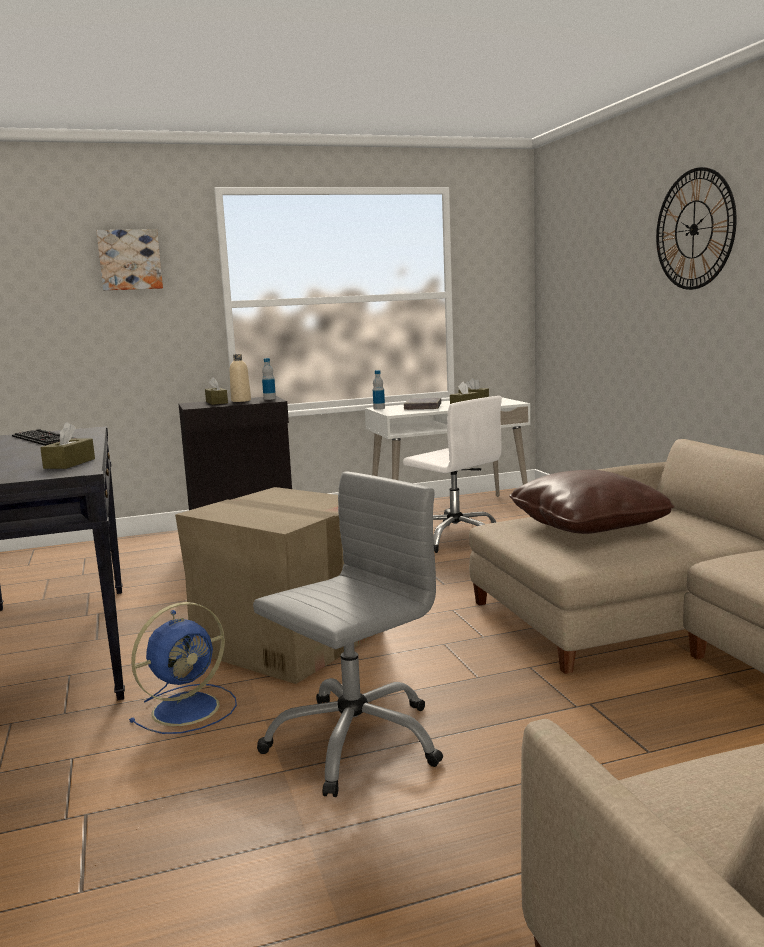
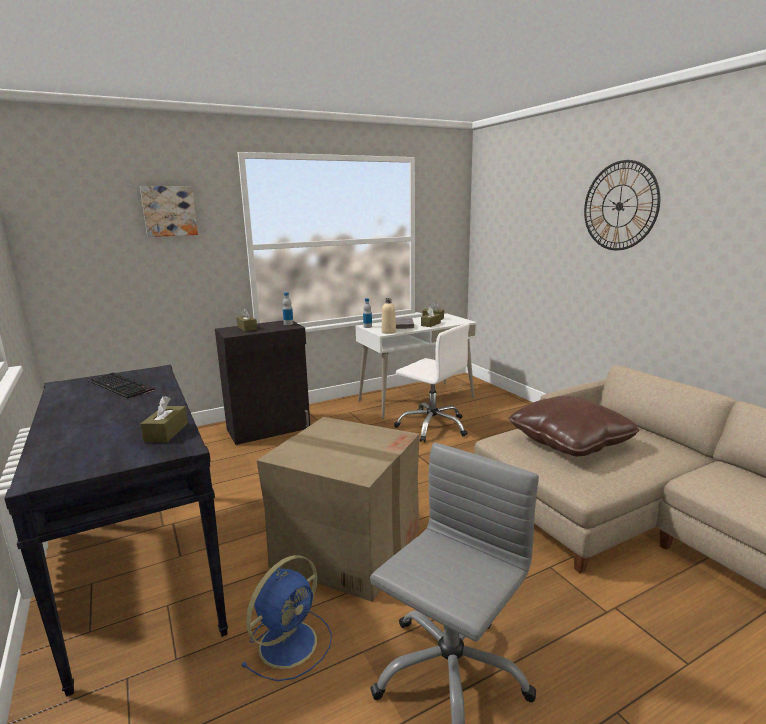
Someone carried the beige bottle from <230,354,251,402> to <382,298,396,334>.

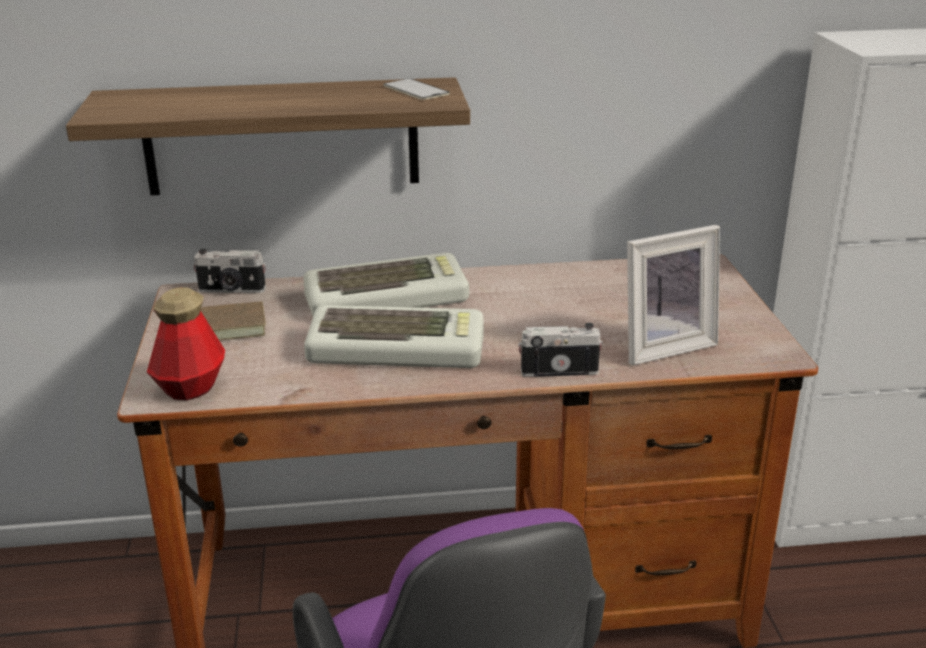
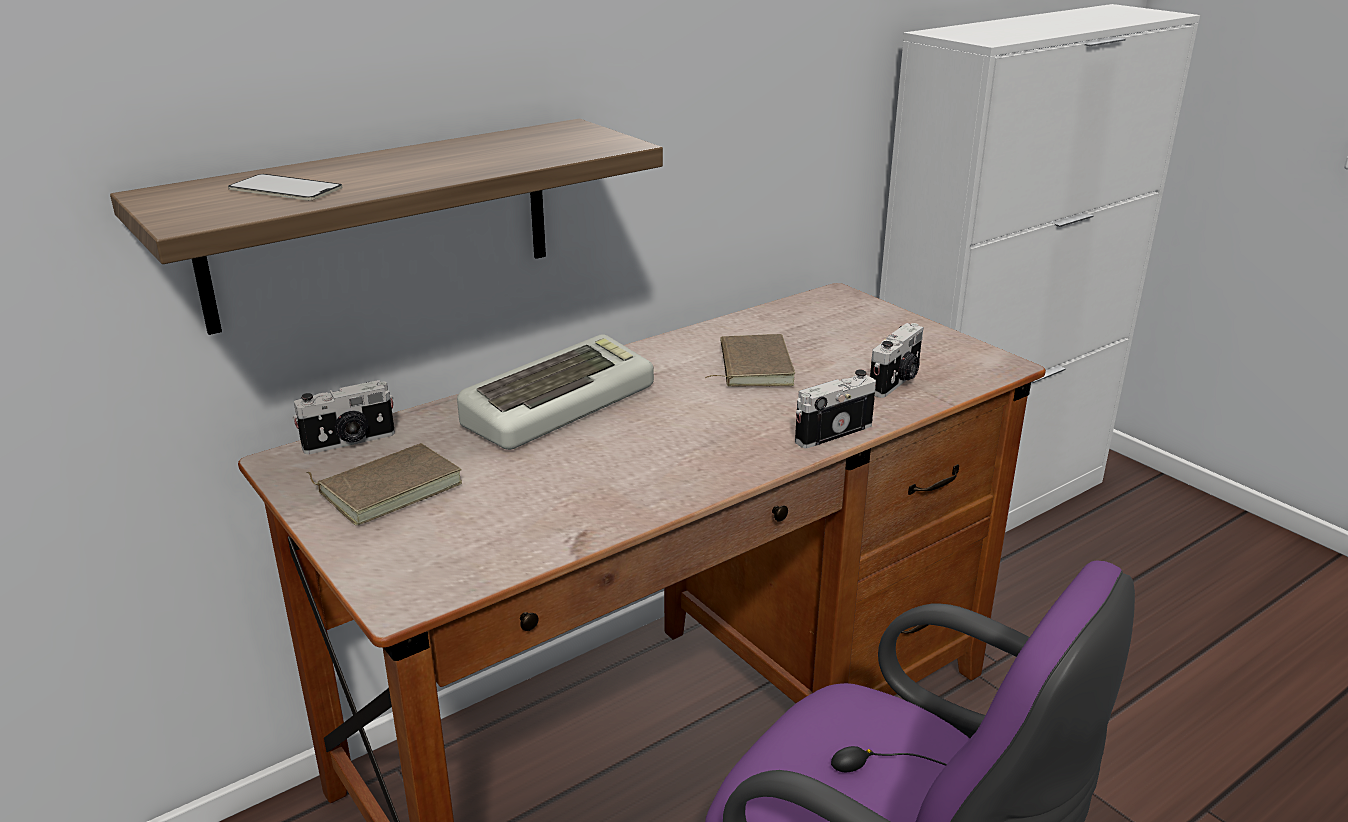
Someone took away the bottle at <147,287,225,401>. Someone took away the keyboard at <304,305,484,368>. Someone carried the phone from <383,79,450,100> to <228,174,342,201>. Someone swapped the picture frame at <627,225,720,365> for the photo camera at <870,323,924,398>. Someone put down the brown book at <705,334,795,387>.

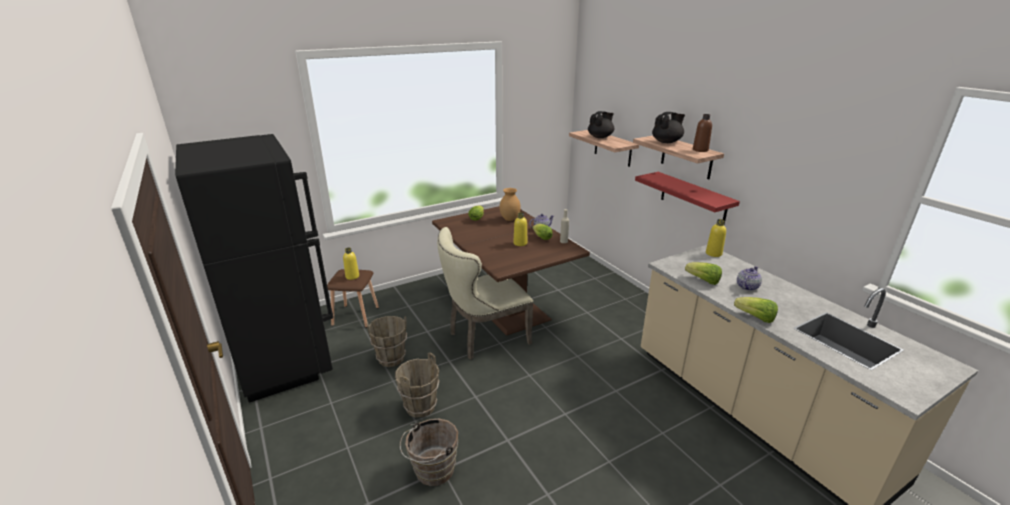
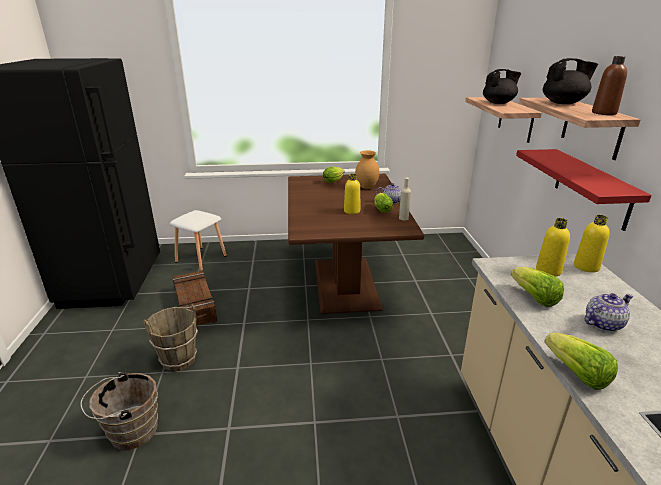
Someone repainted the brown stool at <327,269,379,328>, which became the white stool at <170,210,227,271>. Someone carried the yellow bottle from <343,248,359,280> to <536,218,570,277>. Someone swapped the brown bucket at <367,316,407,367> for the crate at <173,270,218,326>. Someone took away the beige chair at <437,227,533,359>.

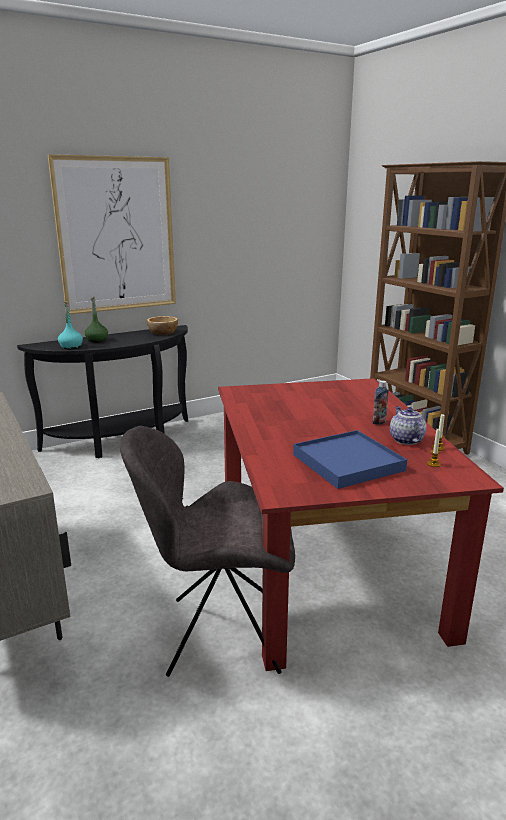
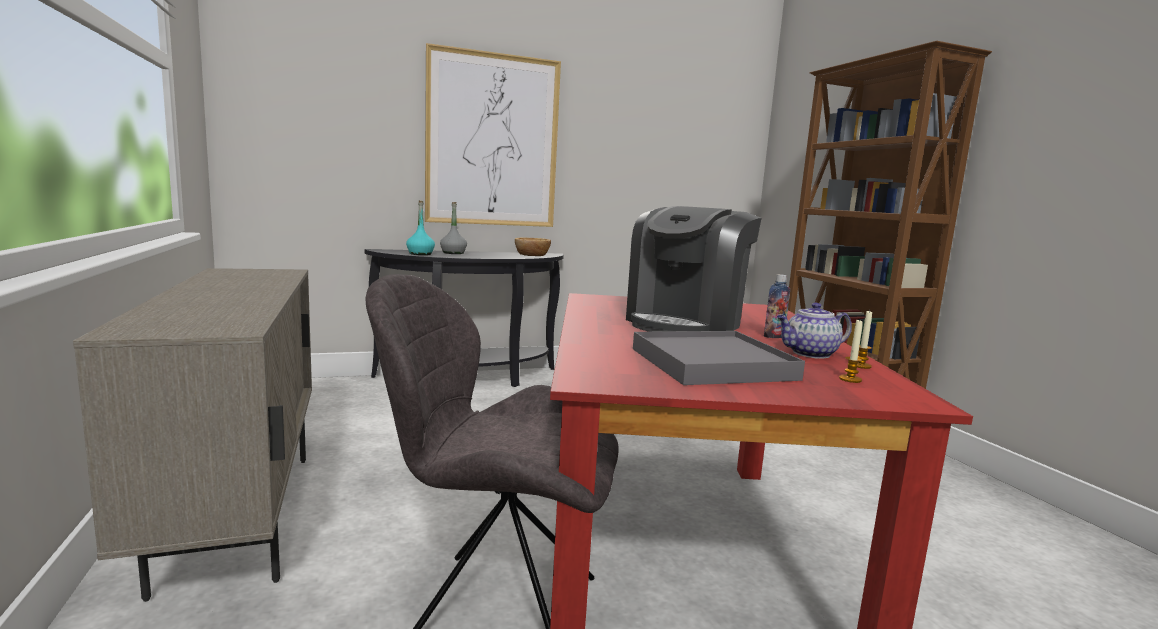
Someone repainted the green bottle at <84,297,108,343>, which became the grey bottle at <440,202,467,254>. Someone repainted the blue tray at <293,430,407,489>, which became the grey tray at <633,331,805,385>. Someone rotated the teapot at <390,406,427,445> by 105 degrees counterclockwise. Someone put down the coffee machine at <626,206,762,332>.

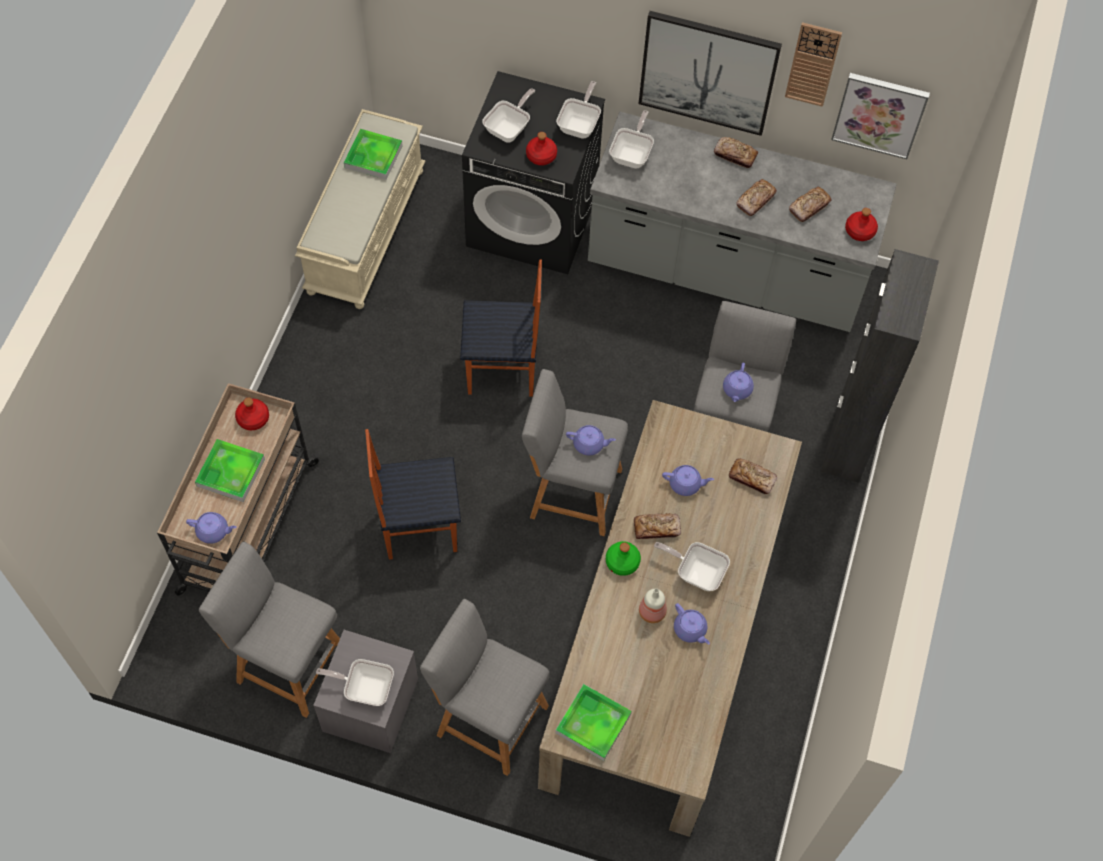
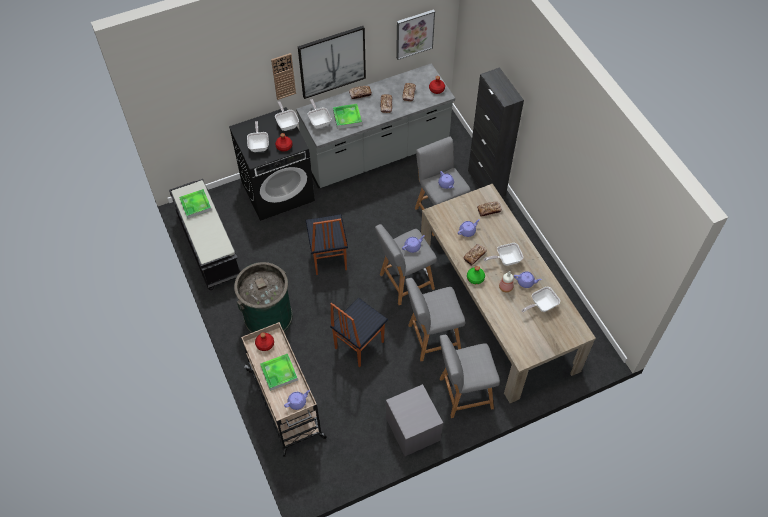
Someone carried the grey stool from <199,541,340,718> to <405,278,465,361>. Someone repainted the beige bench at <295,109,425,309>, which became the black bench at <169,179,241,290>. Someone carried the frying pan from <316,659,394,706> to <522,287,560,312>. Someone rotated the chair at <460,260,542,397> by 120 degrees clockwise. Someone carried the tray from <555,684,632,761> to <333,104,362,129>. Someone carried the wall clock from <785,22,842,107> to <271,53,296,100>. Someone put down the green trash can at <234,262,293,333>.

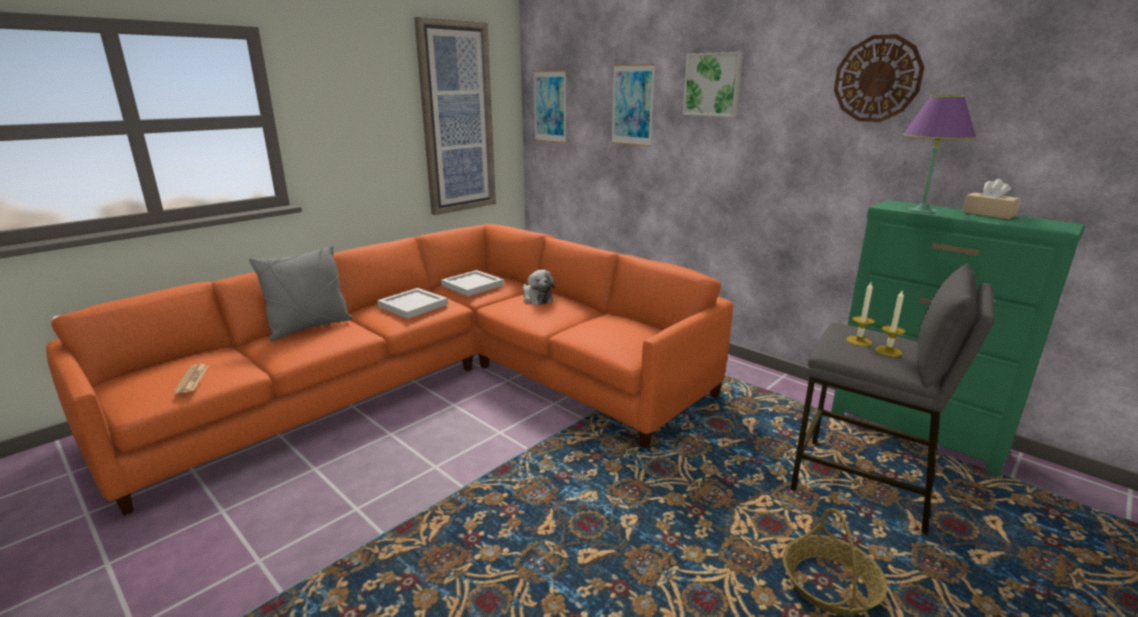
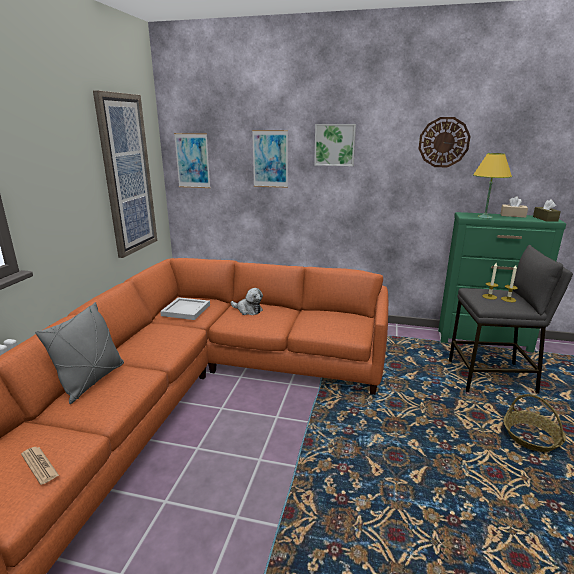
Someone took away the white tray at <377,288,448,319>. Someone repainted the purple table lamp at <903,95,977,213>, which became the yellow table lamp at <473,153,512,219>. Someone put down the brown tissue box at <533,199,561,222>.

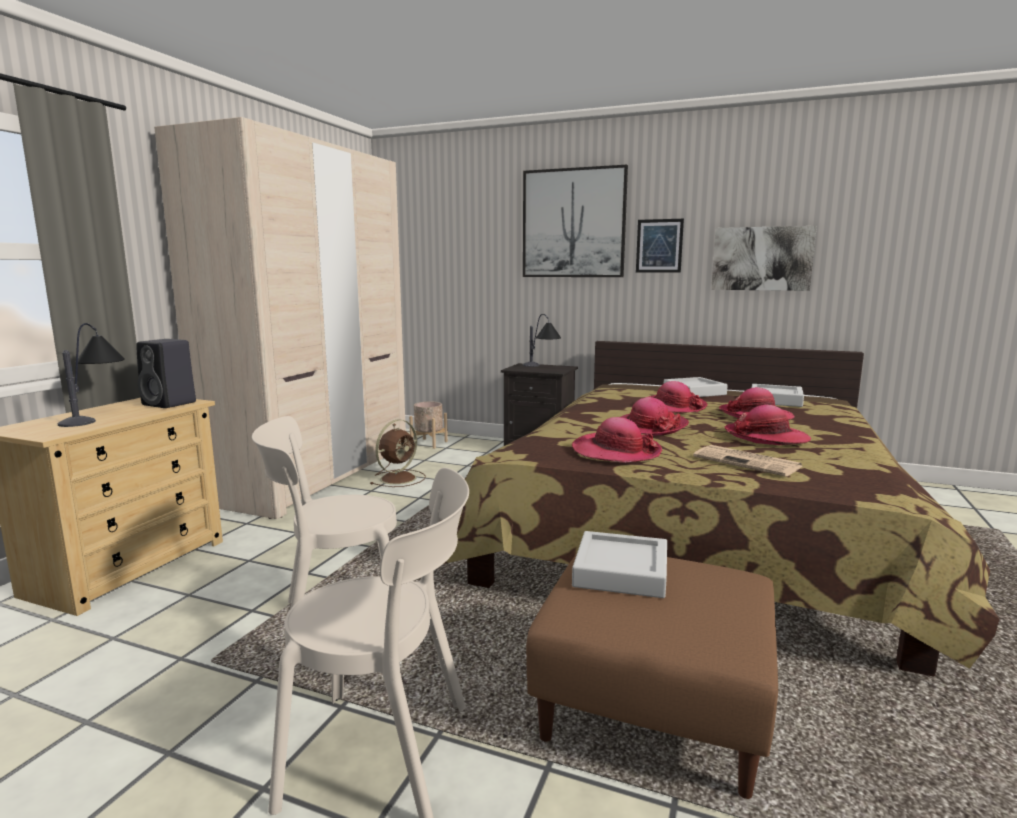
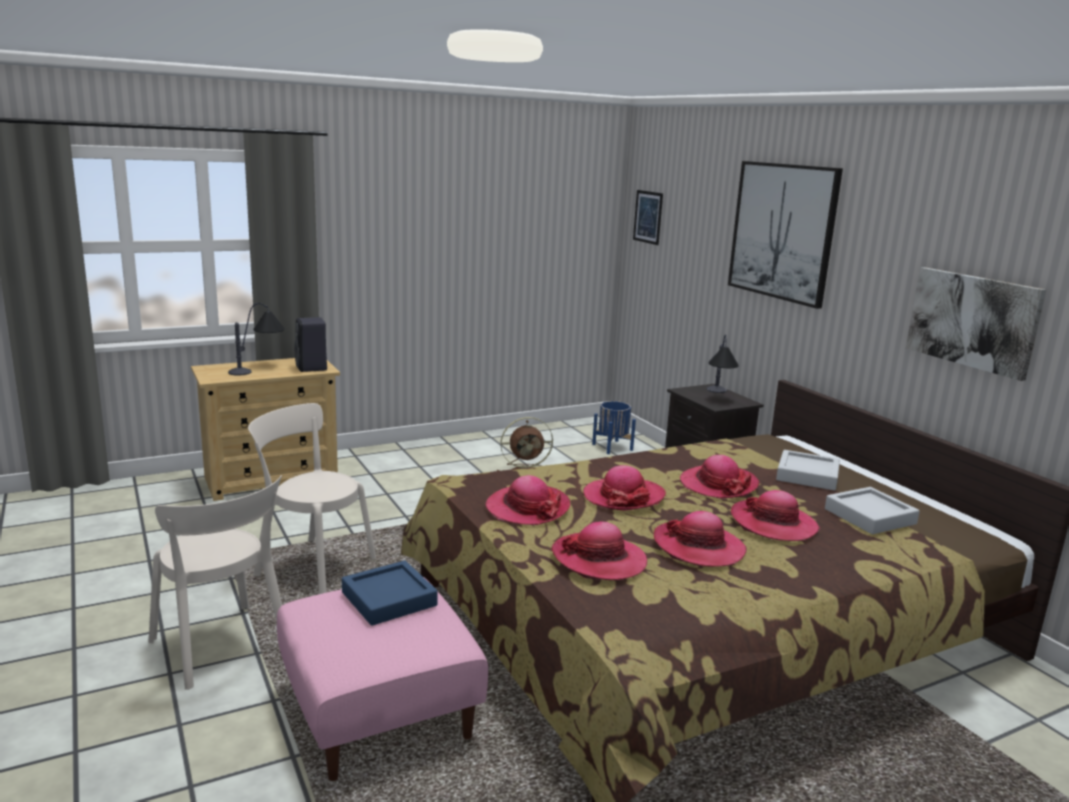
Someone took away the beige wardrobe at <154,117,406,519>. Someone repainted the beige planter at <409,402,448,449>, which became the blue planter at <592,401,636,454>. Someone repainted the brown ottoman at <526,554,778,799>, which became the pink ottoman at <277,578,488,781>. Someone repainted the grey tray at <572,531,667,598>, which became the blue tray at <342,561,438,626>. Someone carried the picture from <636,219,684,273> to <633,190,663,245>. Someone swapped the newspaper at <693,445,802,477> for the hat at <551,521,647,580>.

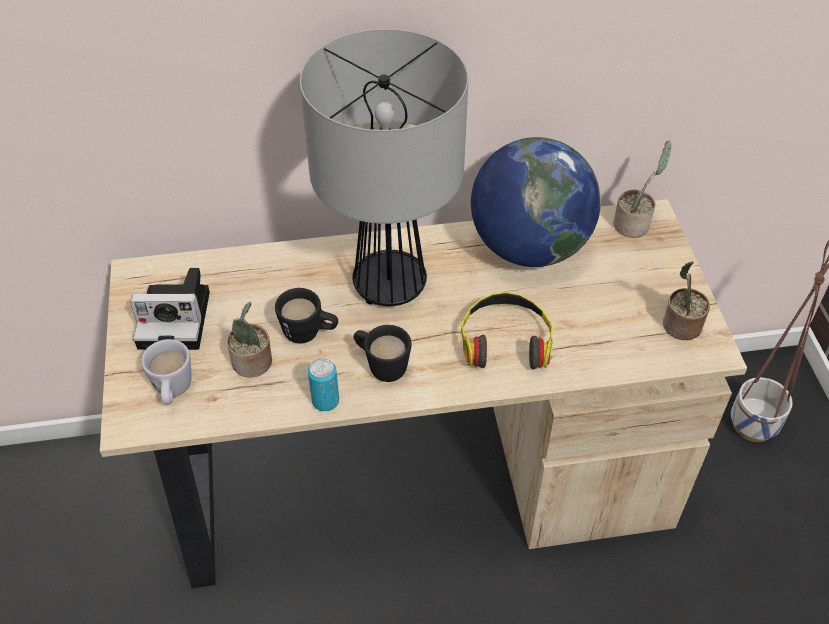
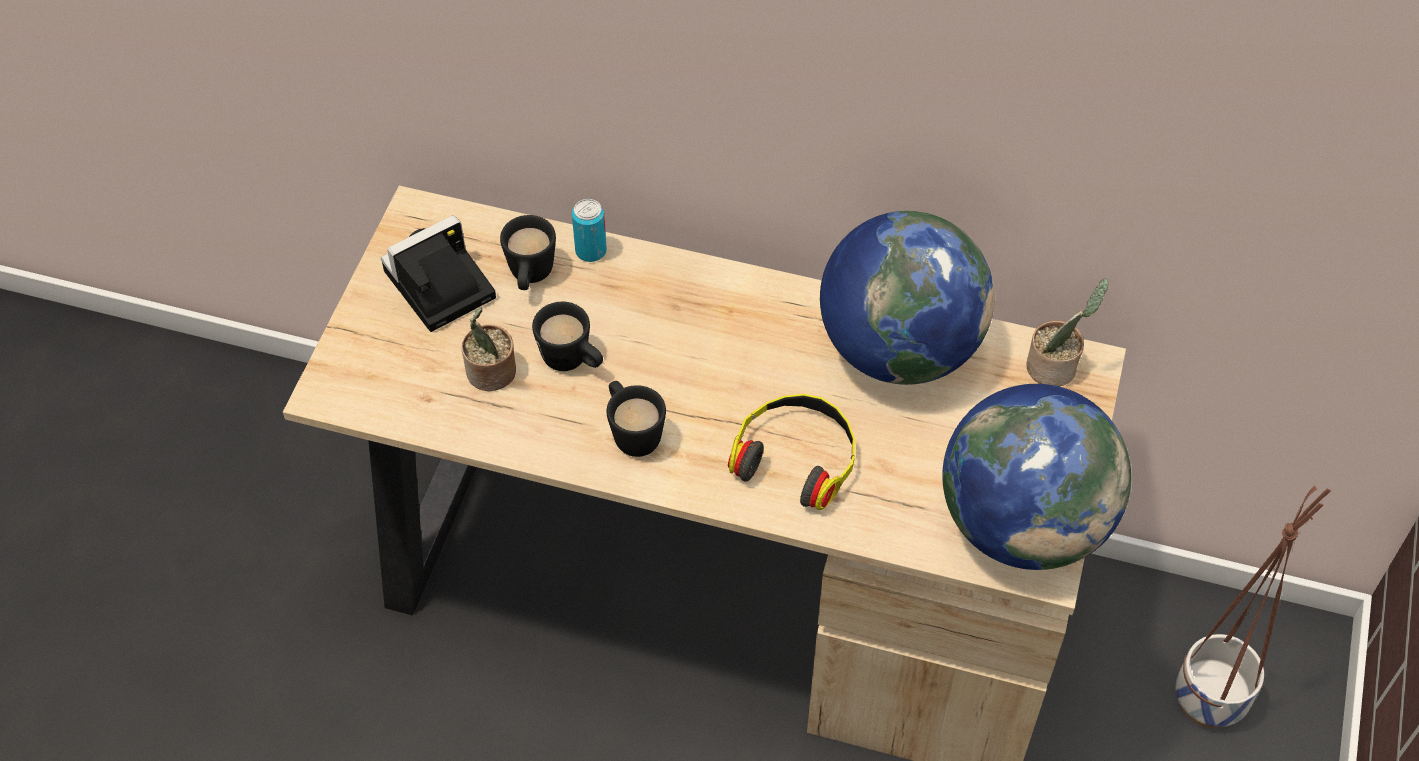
Someone rotated the photo camera at <130,268,210,350> by 120 degrees clockwise. Someone took away the white mug at <141,339,192,405>. Someone took away the table lamp at <300,29,469,306>. Someone carried the can from <308,358,339,411> to <572,199,607,262>. Someone swapped the potted plant at <663,261,710,340> for the globe at <942,384,1131,570>. Someone put down the black mug at <500,215,556,290>.

